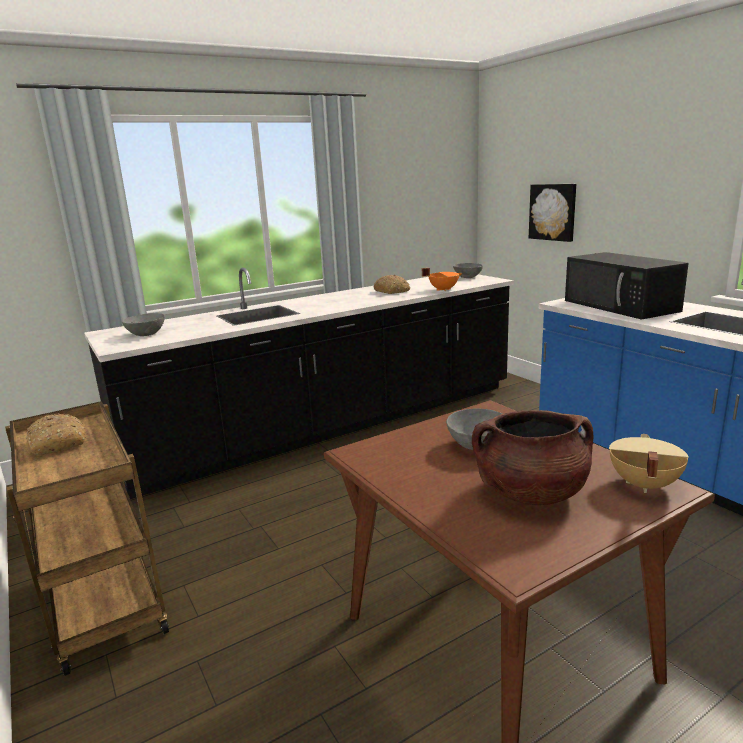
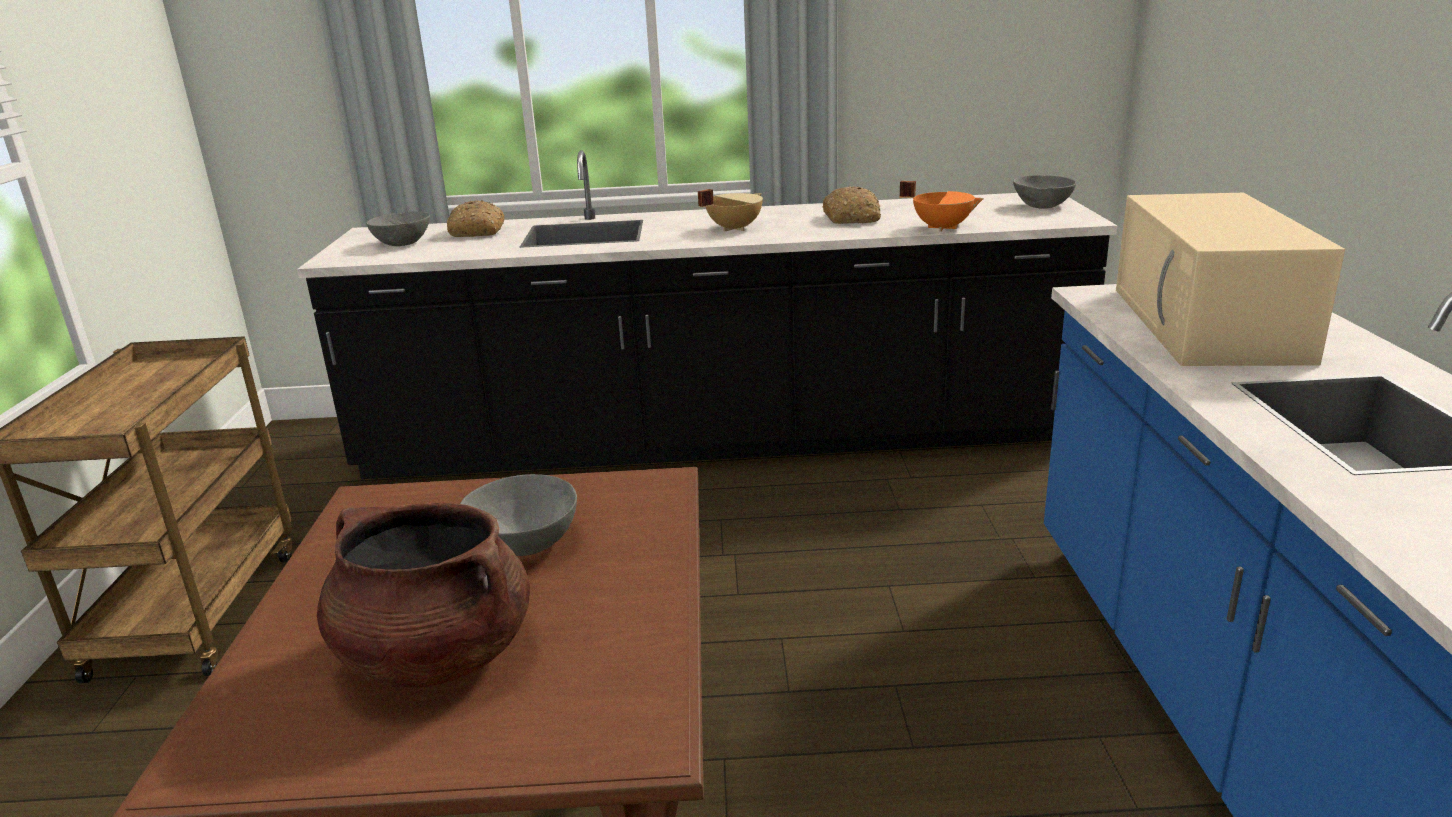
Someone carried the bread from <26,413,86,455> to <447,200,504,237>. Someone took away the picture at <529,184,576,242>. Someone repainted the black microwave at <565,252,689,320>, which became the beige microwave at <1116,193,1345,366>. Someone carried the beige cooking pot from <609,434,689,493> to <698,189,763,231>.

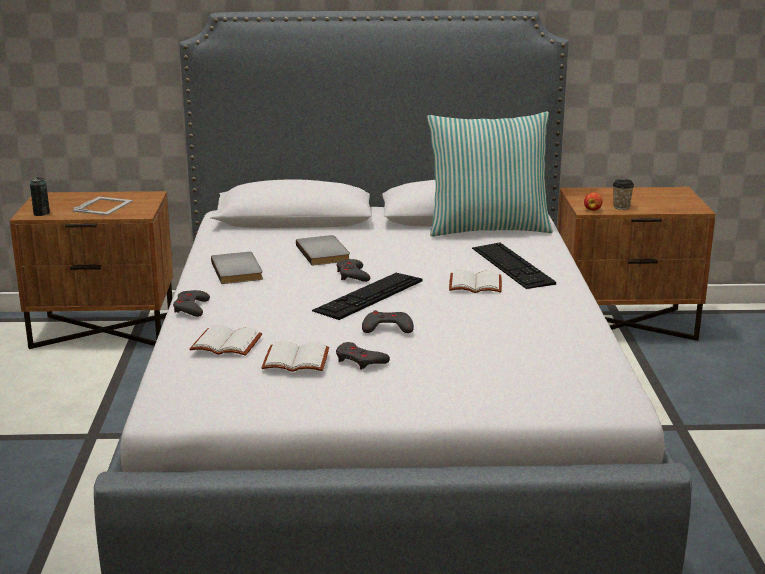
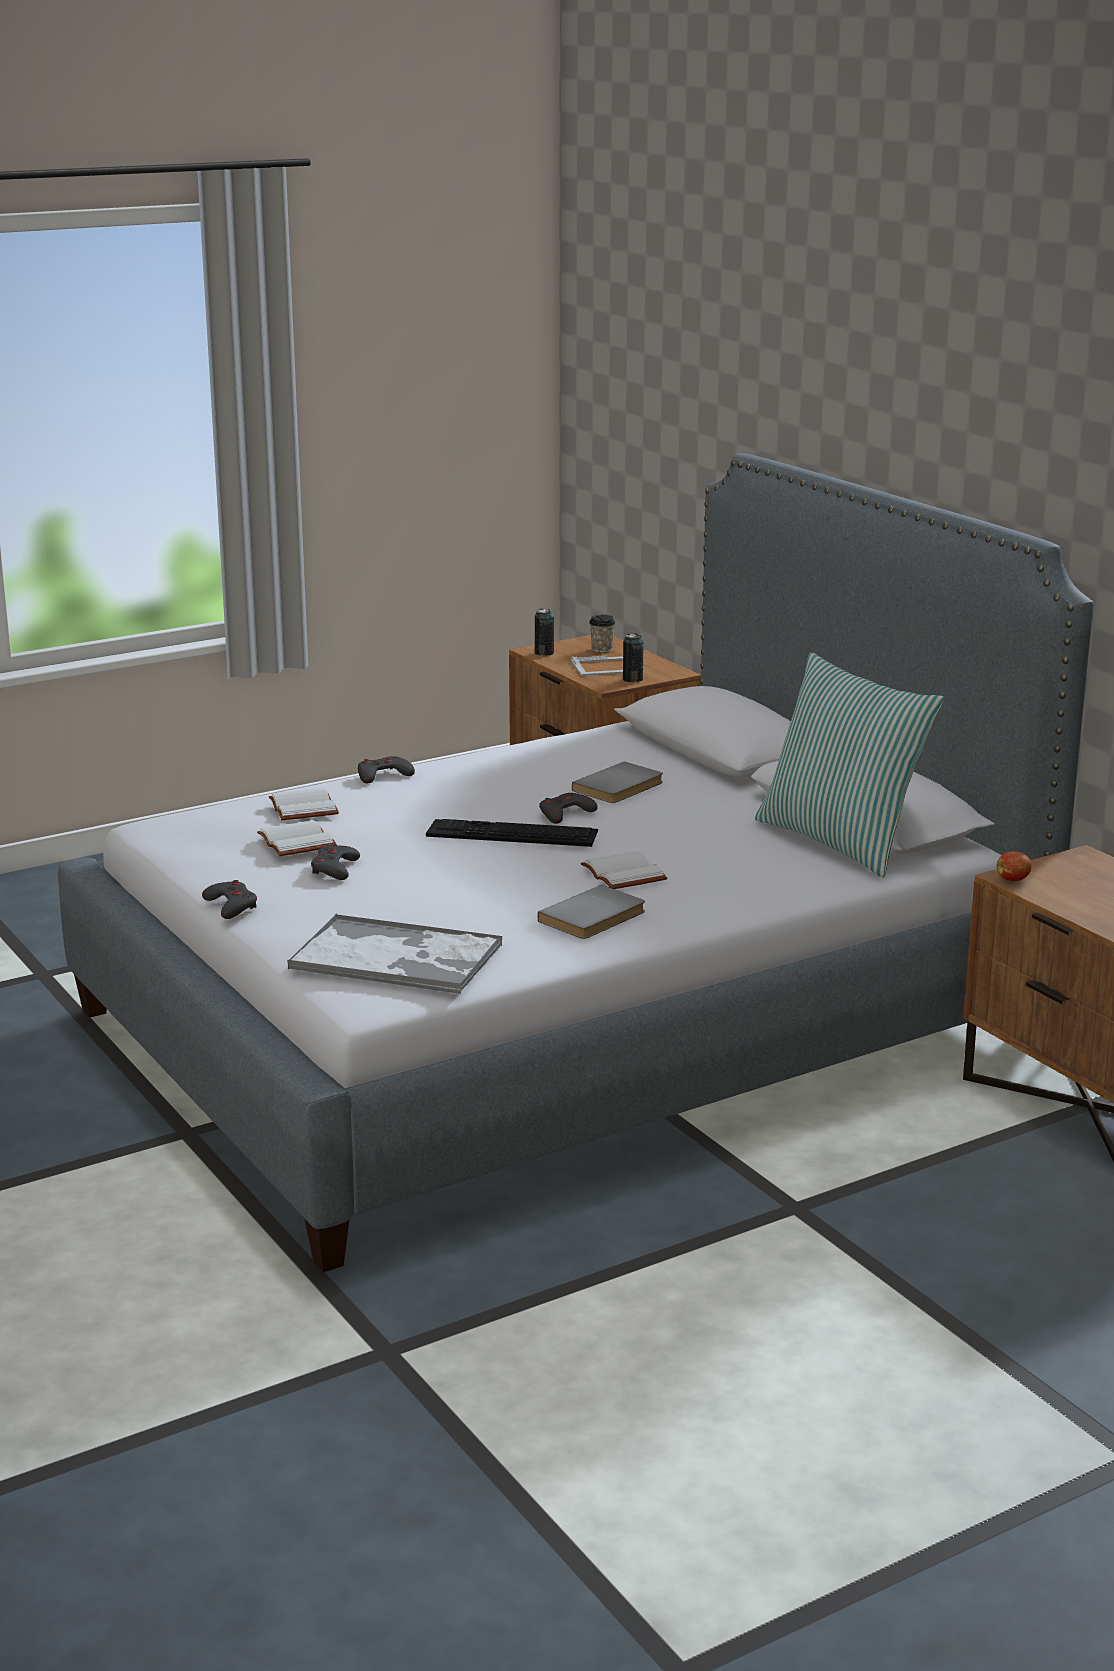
Someone carried the grey book from <211,252,263,284> to <538,885,645,939>. Someone carried the grey game controller from <362,310,414,333> to <202,880,257,919>. Someone took away the keyboard at <472,242,556,289>. Someone carried the cup from <613,179,634,210> to <589,615,616,653>. Someone put down the tray at <287,914,502,994>. Someone put down the can at <623,633,643,682>.

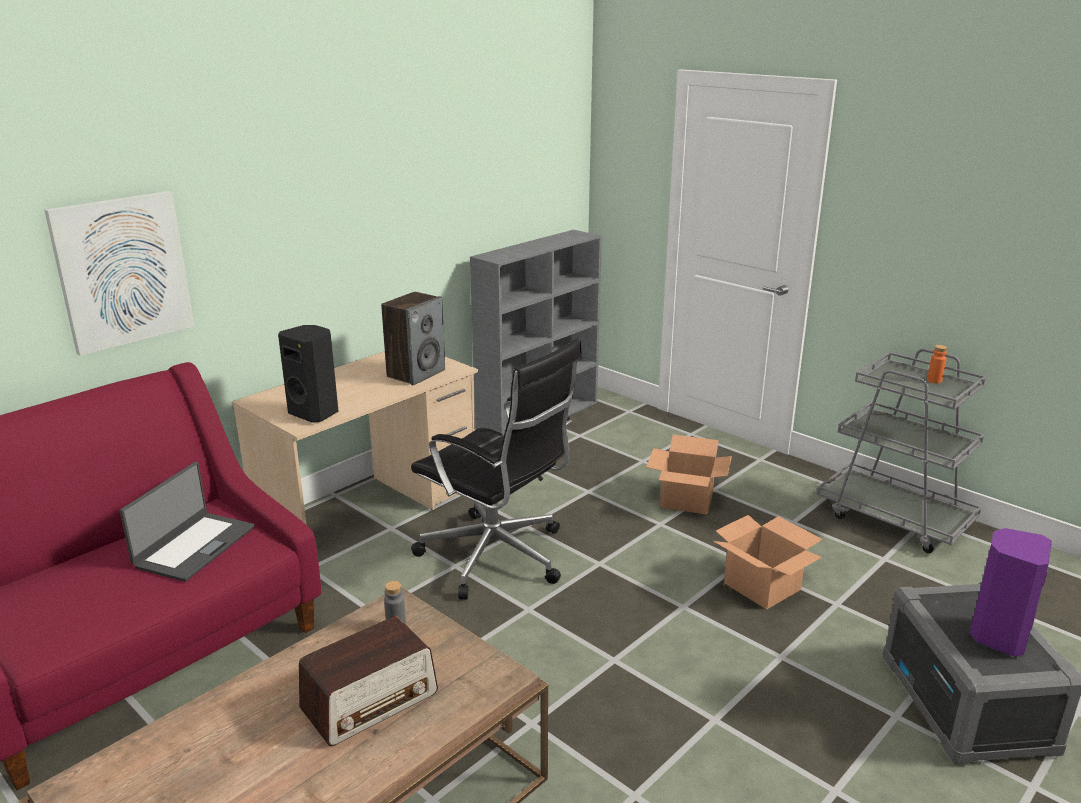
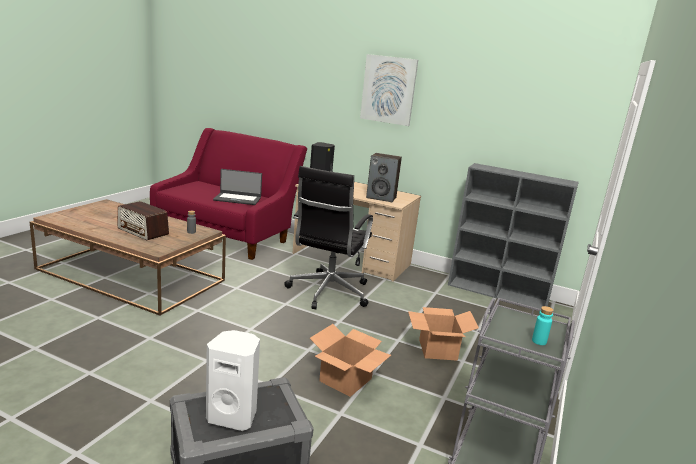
Someone carried the picture from <44,191,194,356> to <360,54,418,126>. Someone repainted the orange bottle at <927,345,947,383>, which became the turquoise bottle at <532,306,554,345>. Someone repainted the purple speaker at <970,528,1052,656>, which became the white speaker at <206,330,260,431>.

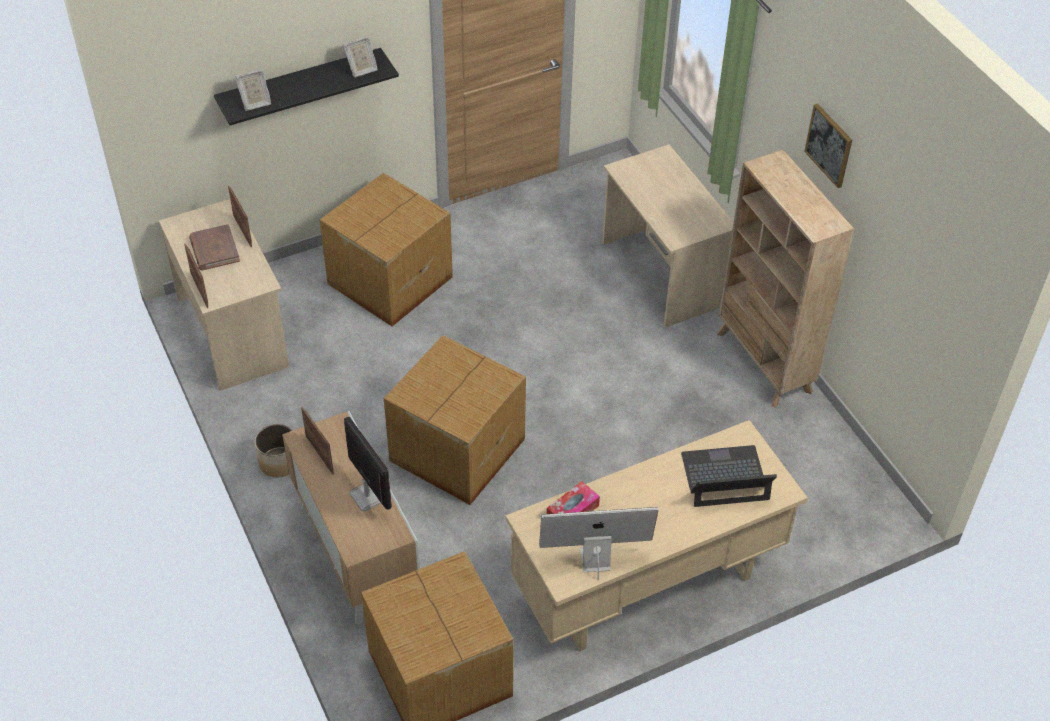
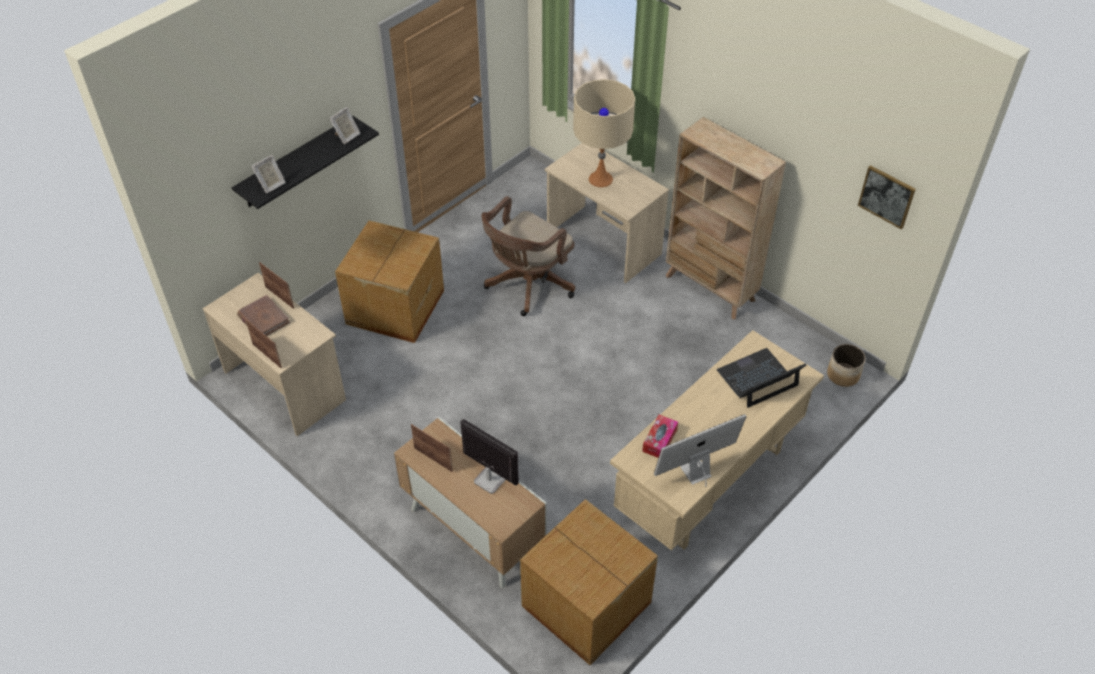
Someone carried the planter from <255,424,293,477> to <827,344,866,387>. Someone took away the cardboard box at <384,335,526,505>. Someone carried the picture from <804,103,852,188> to <858,165,916,229>. Someone put down the brown office chair at <482,196,575,316>. Someone put down the beige table lamp at <573,79,635,187>.

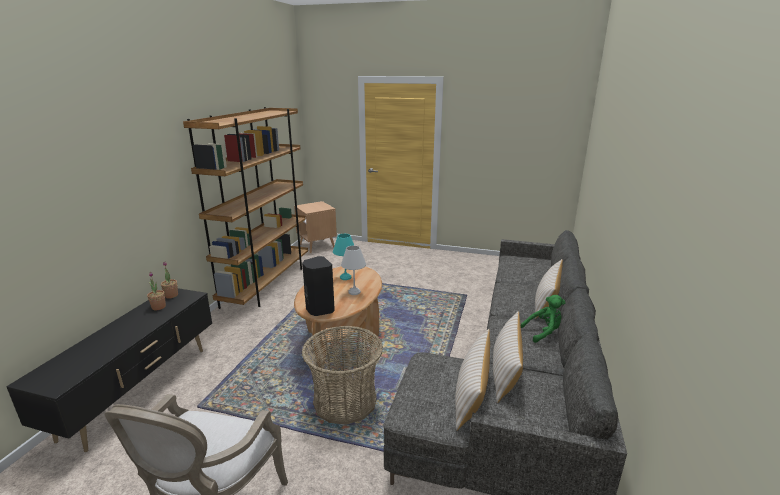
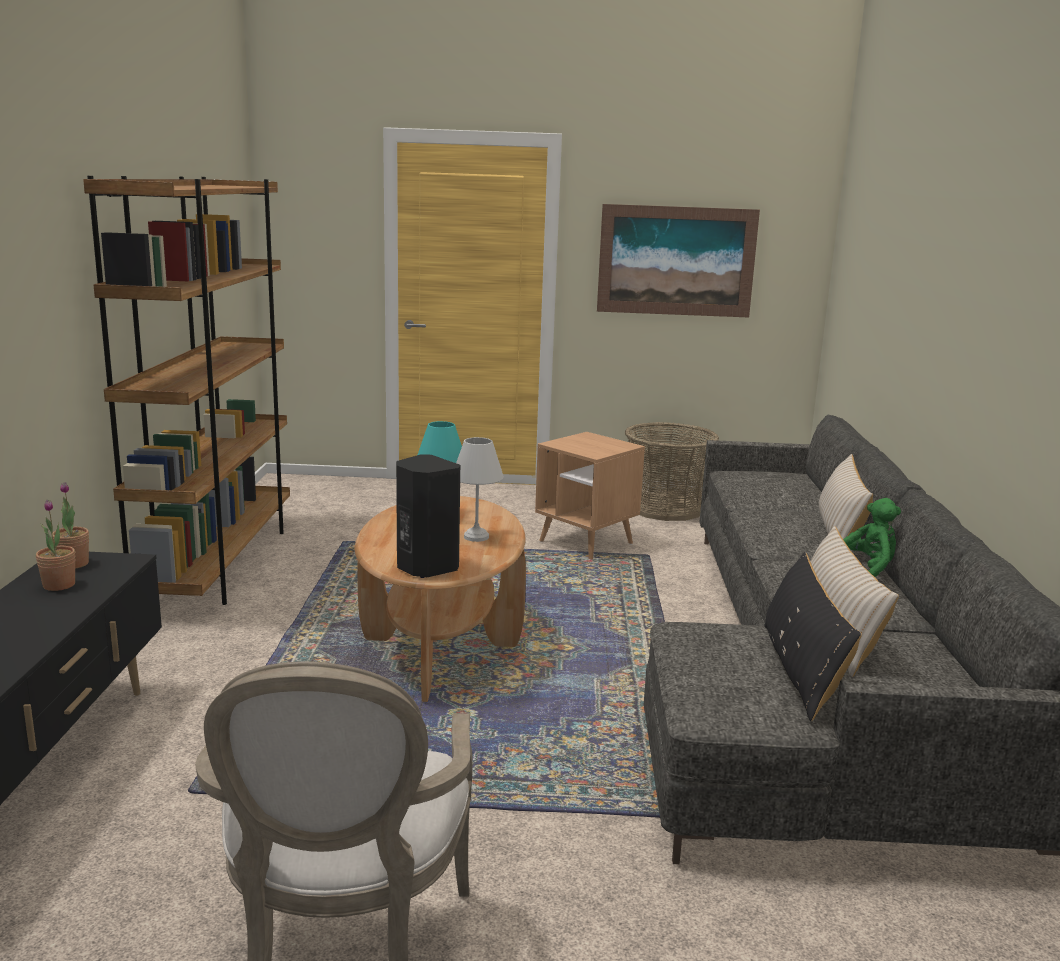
Someone carried the brown side table from <294,201,337,254> to <535,432,645,559>. Someone carried the basket from <302,326,383,425> to <625,422,719,521>. Someone repainted the beige pillow at <455,329,490,431>, which became the black pillow at <764,552,862,722>. Someone put up the picture at <597,204,760,317>.

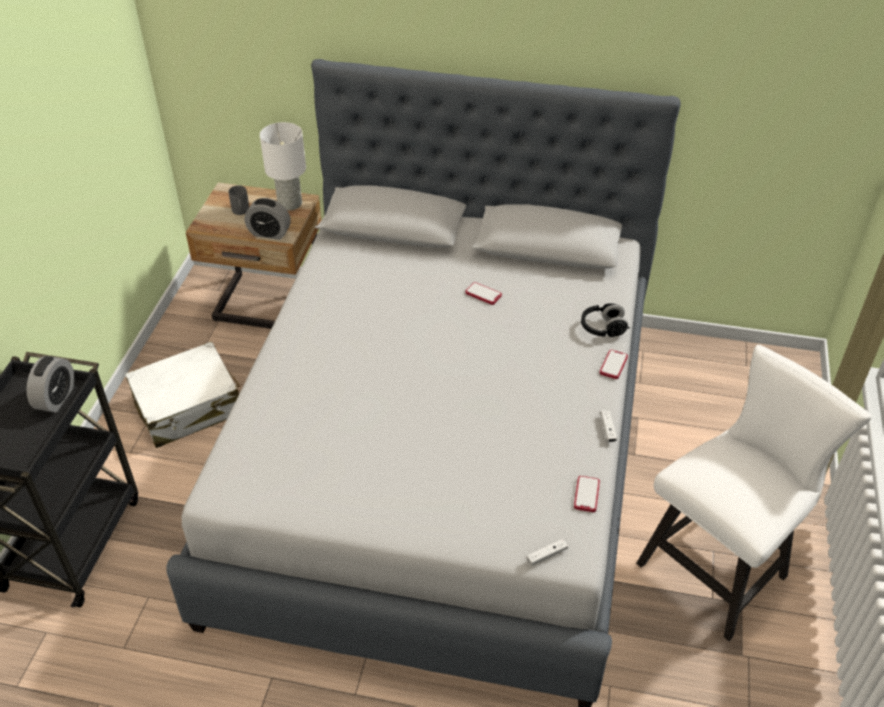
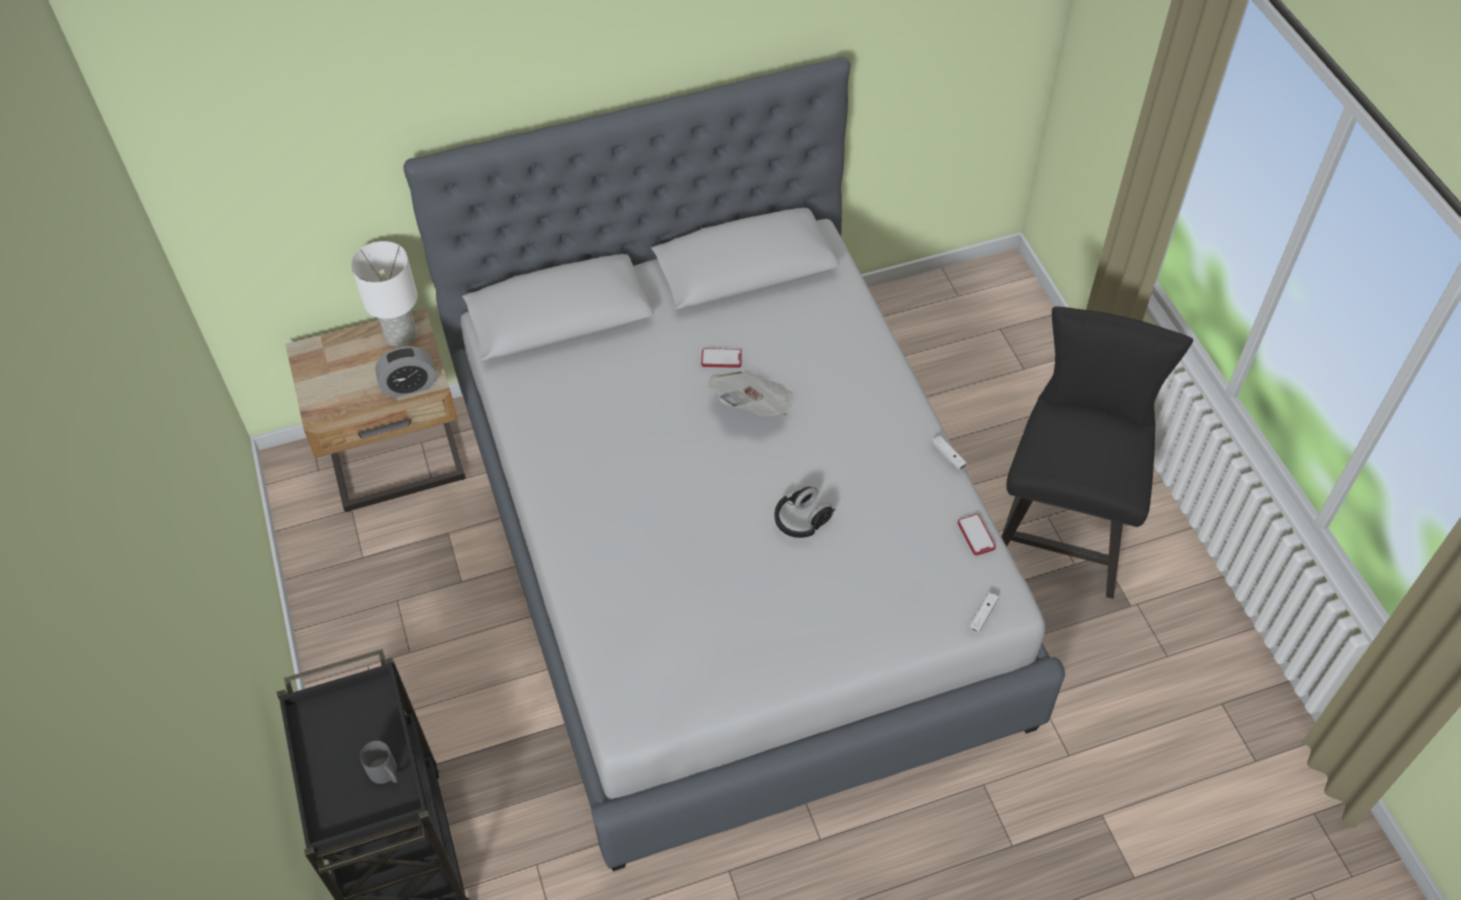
Someone took away the alarm clock at <26,356,74,413>. Someone took away the white suitcase at <125,341,240,448>. Someone carried the grey mug from <229,186,249,215> to <360,741,398,784>. Someone carried the black headphones from <581,303,630,337> to <774,486,835,538>. Someone took away the phone at <599,350,628,379>. Someone repainted the white chair at <636,345,872,641>, which became the black chair at <1001,307,1193,599>. Someone put down the newspaper at <708,370,794,416>.

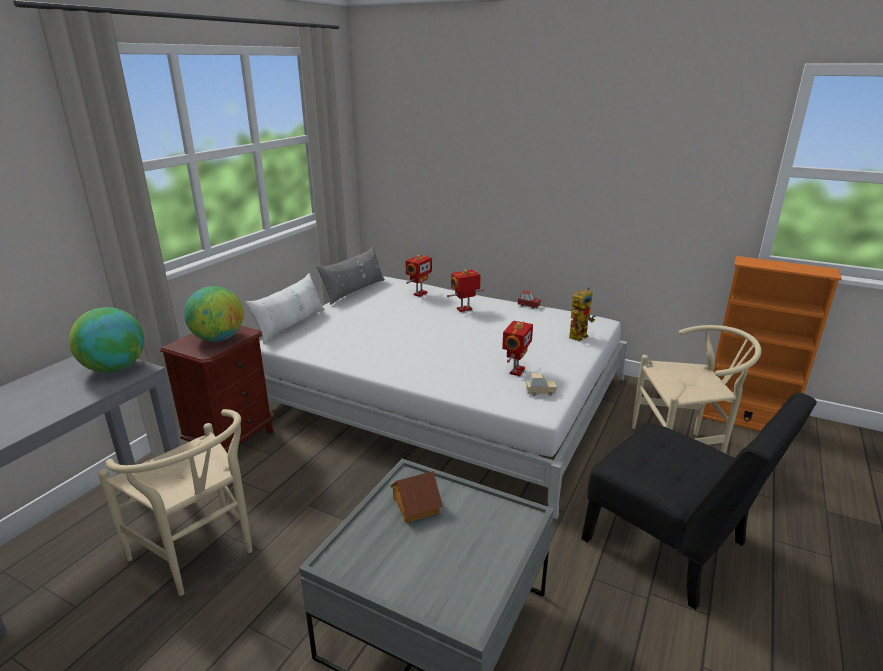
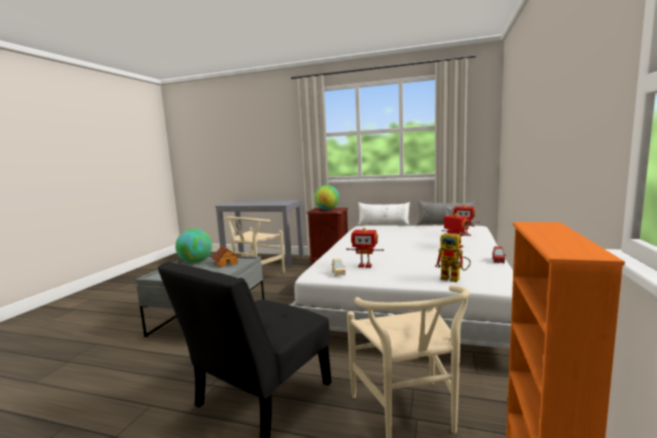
Someone carried the globe from <69,307,144,373> to <175,228,212,263>.

